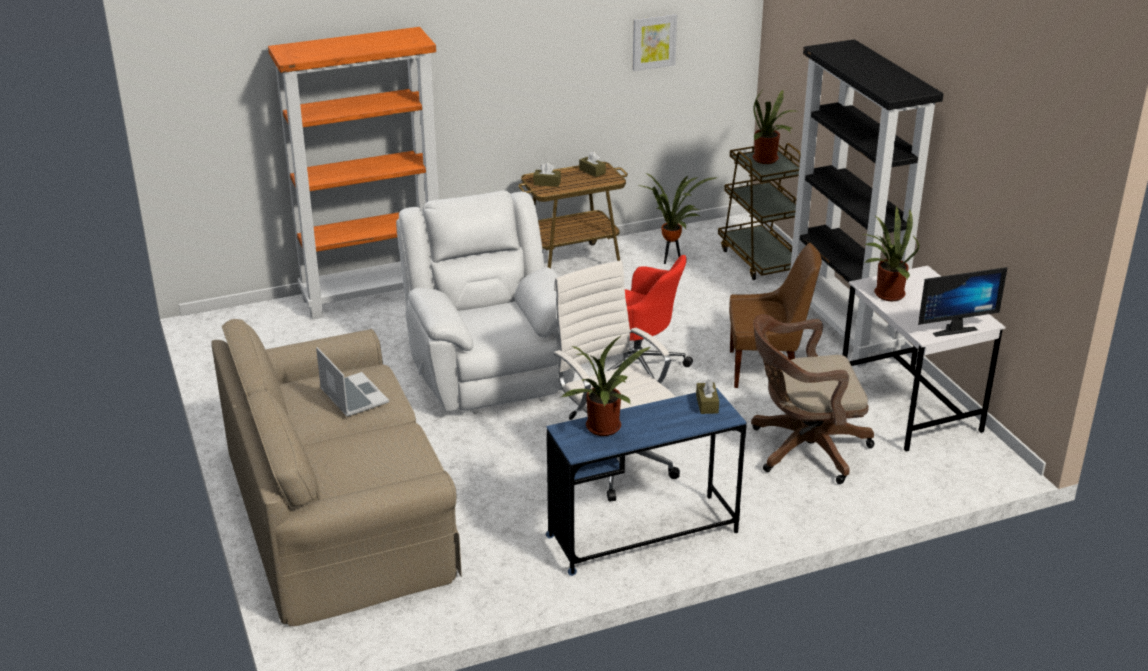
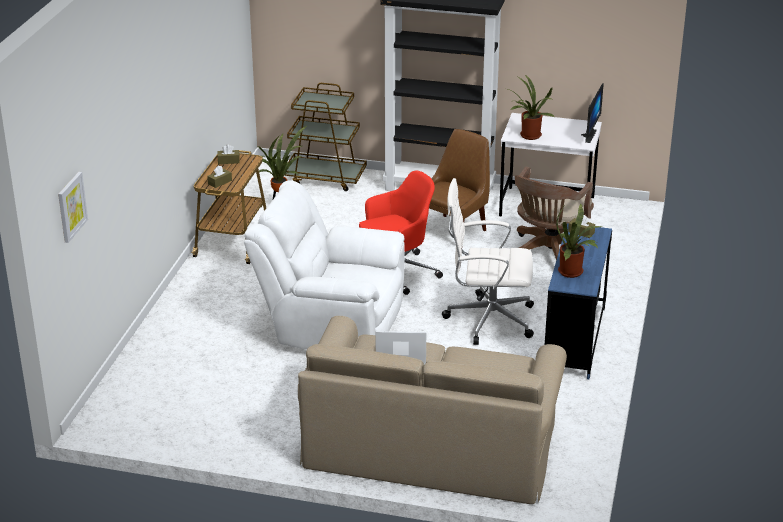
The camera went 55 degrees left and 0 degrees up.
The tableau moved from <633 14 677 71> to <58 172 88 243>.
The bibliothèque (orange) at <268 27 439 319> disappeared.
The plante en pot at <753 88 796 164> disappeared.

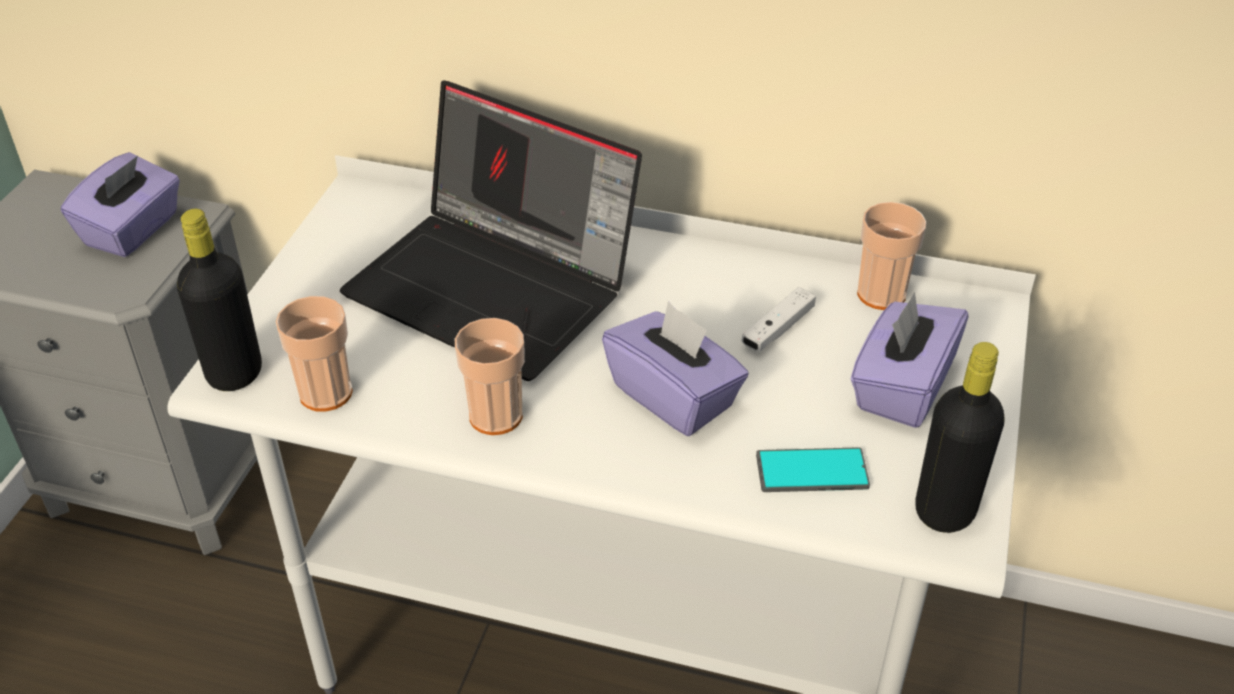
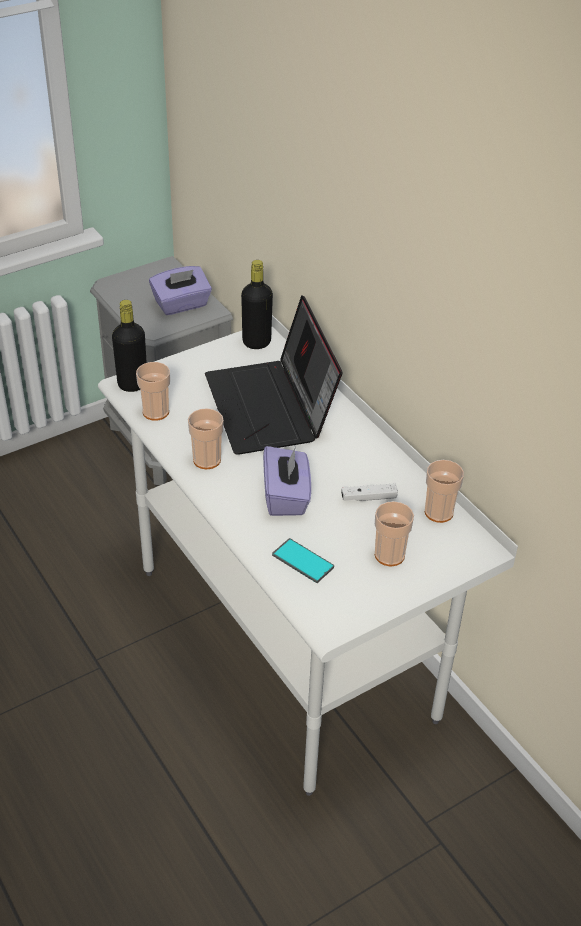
The camera went 40 degrees right and 0 degrees up.
The bouteille (noir) moved from <915 342 1005 533> to <241 260 273 349>.
The boîte à mouchoirs (violet) at <851 292 969 428> was replaced by the tasse at <375 501 414 567>.

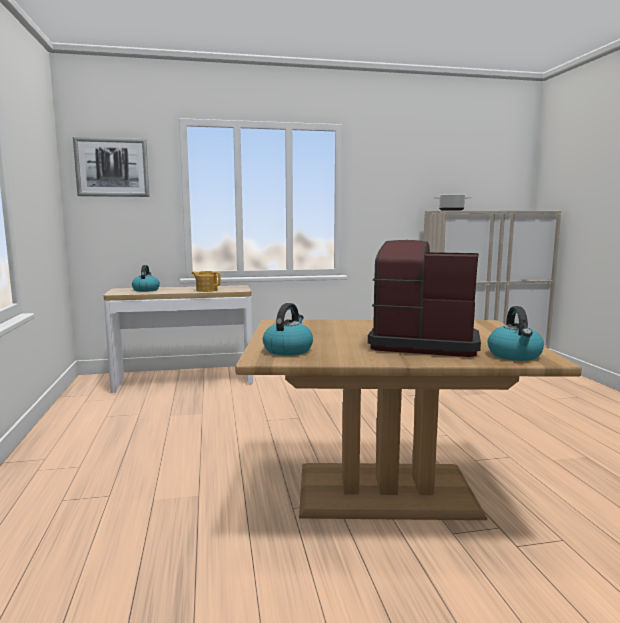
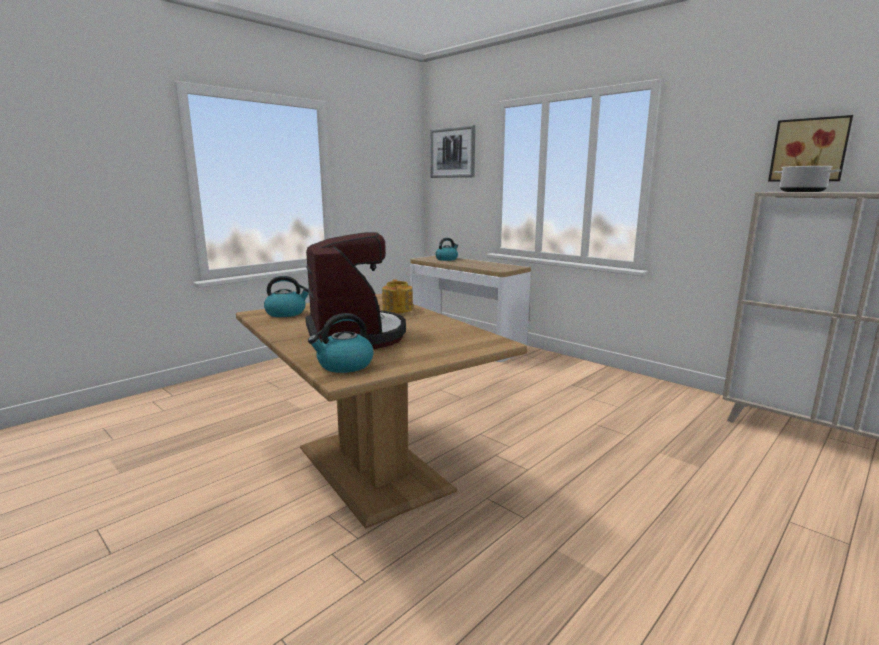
The camera went 55 degrees right and 5 degrees up.
The théière moved from <192 271 221 292> to <382 279 413 313>.
The tableau at <768 115 853 182> appeared.

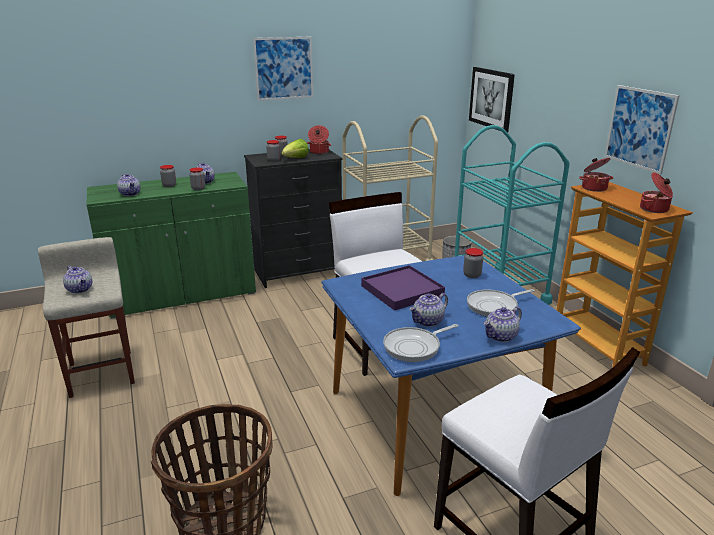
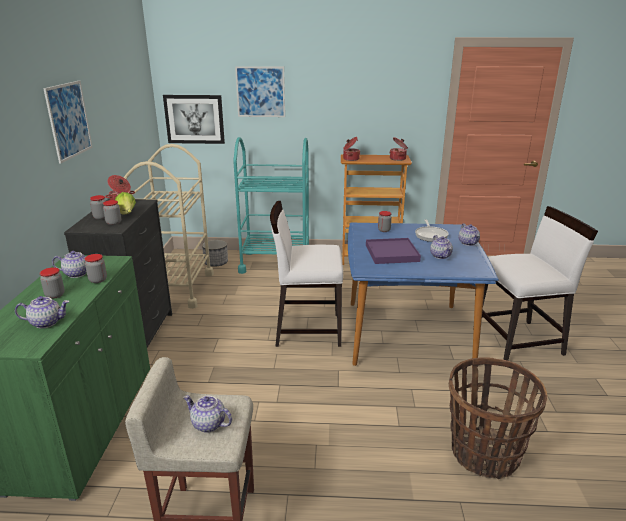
The camera went 65 degrees left and 0 degrees up.
The théière at <63 266 92 294> turned 135 degrees counterclockwise.
The tableau moved from <604 85 680 174> to <235 66 285 117>.
The poêle at <383 324 458 362> disappeared.

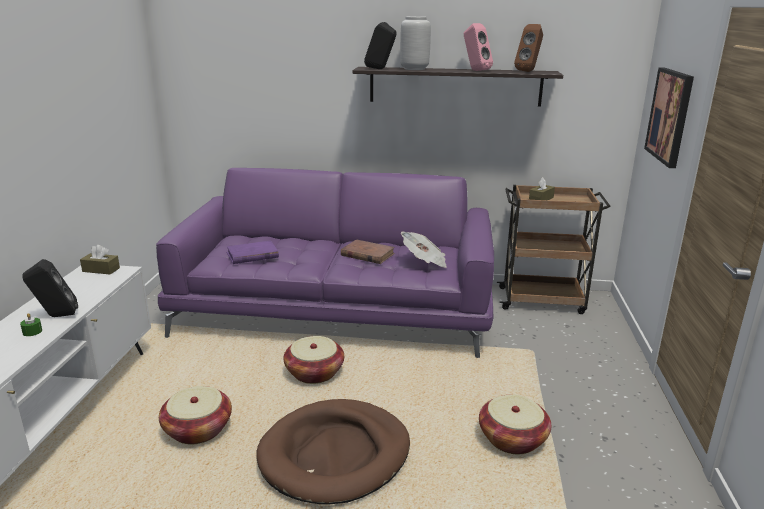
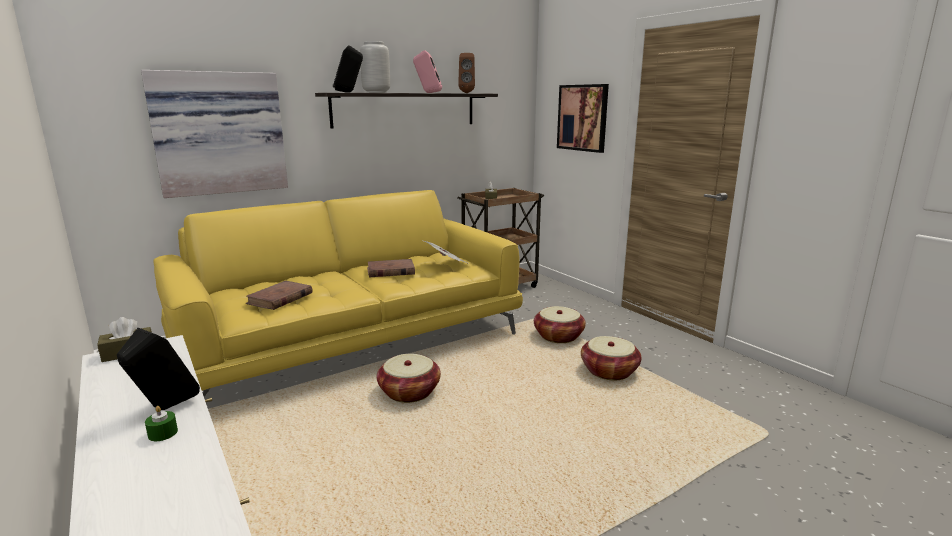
The camera went 40 degrees left and 5 degrees down.
The tableau at <141 70 288 198> appeared.
The canapé (violet) at <156 168 494 358> became the canapé (jaune) at <154 190 523 397>.
The livre (violet) at <226 240 279 264> became the livre (marron) at <246 281 313 310>.
The panier moved from <159 386 232 444> to <534 306 586 343>.
The panier pour chien (marron) at <256 399 410 505> disappeared.

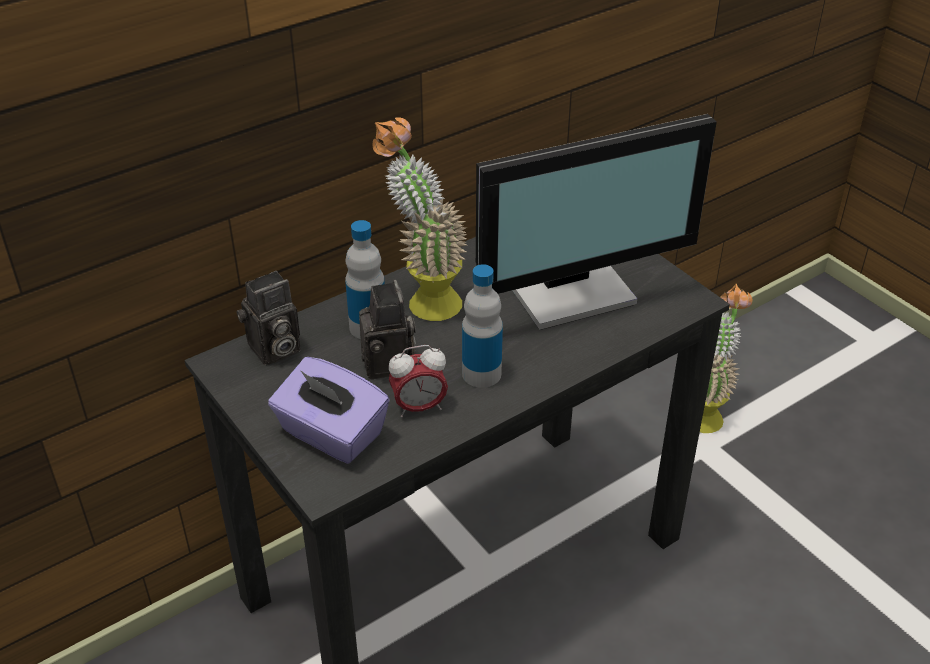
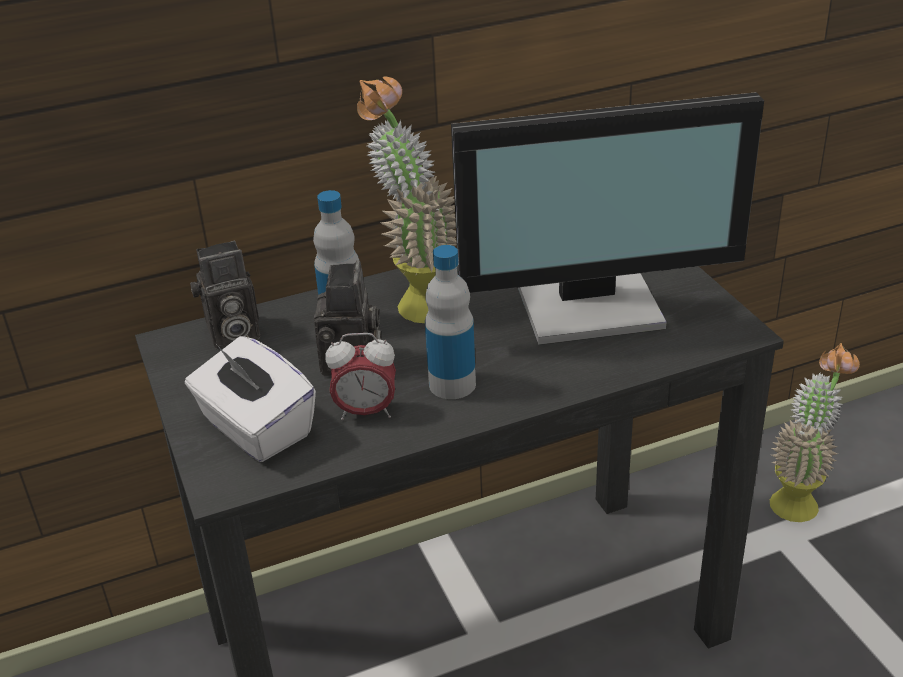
The camera went 15 degrees right and 5 degrees down.
The boîte à mouchoirs (violet) at <268 357 390 464> became the boîte à mouchoirs (blanc) at <185 336 316 462>.

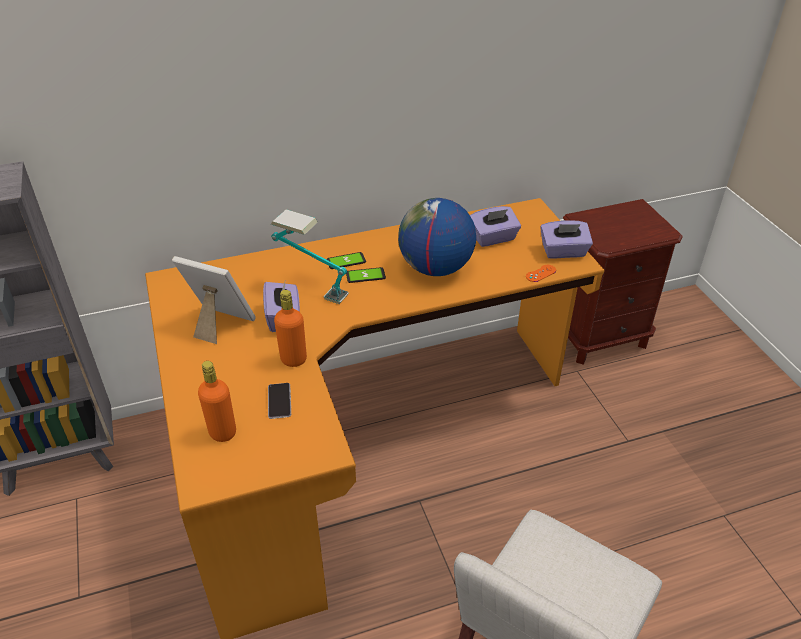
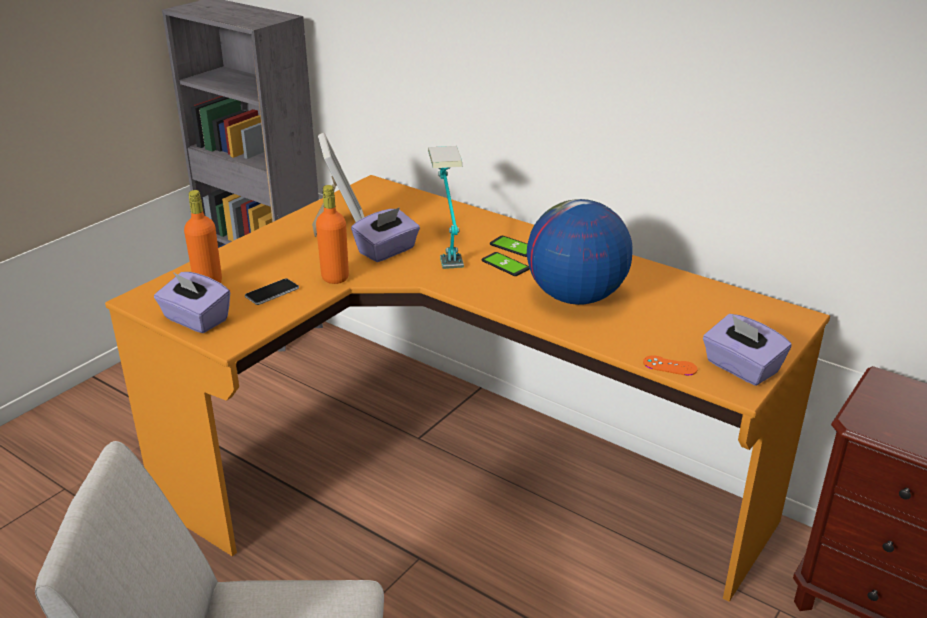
The camera went 55 degrees right and 10 degrees down.
The boîte à mouchoirs (violet) moved from <470 206 521 247> to <154 272 230 333>.

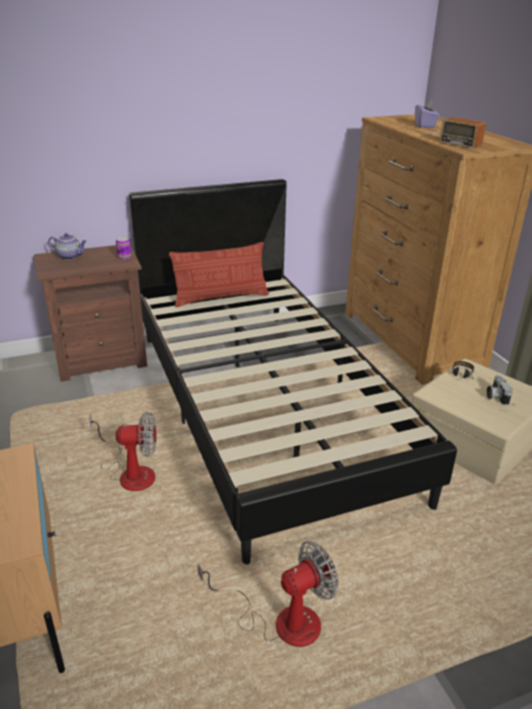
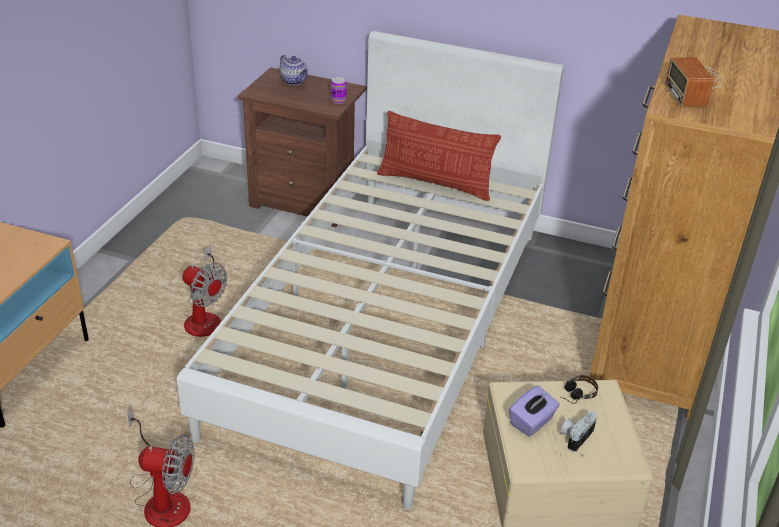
The camera went 40 degrees right and 5 degrees up.
The lit (noir) at <129 179 457 565> became the lit (blanc) at <176 31 564 510>.
The boîte à mouchoirs (violet) moved from <415 100 439 128> to <509 386 560 437>.

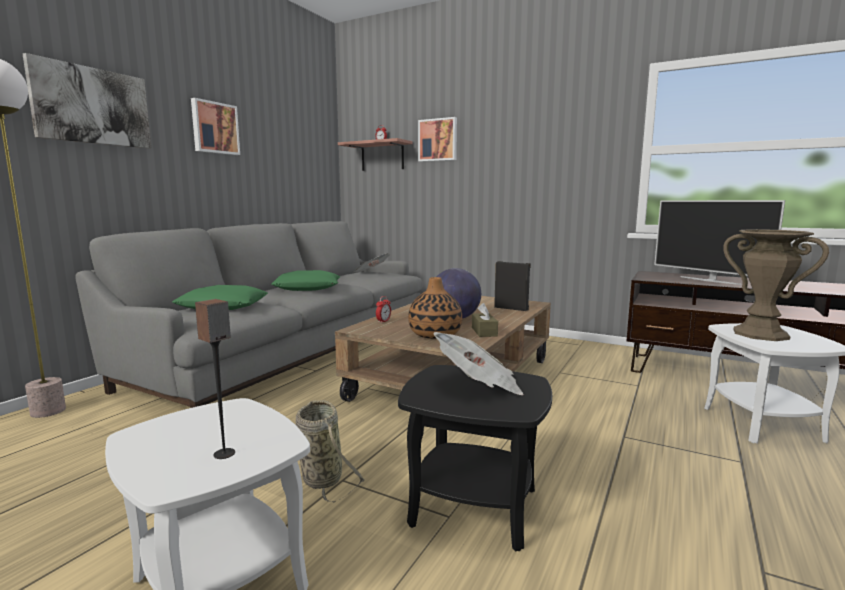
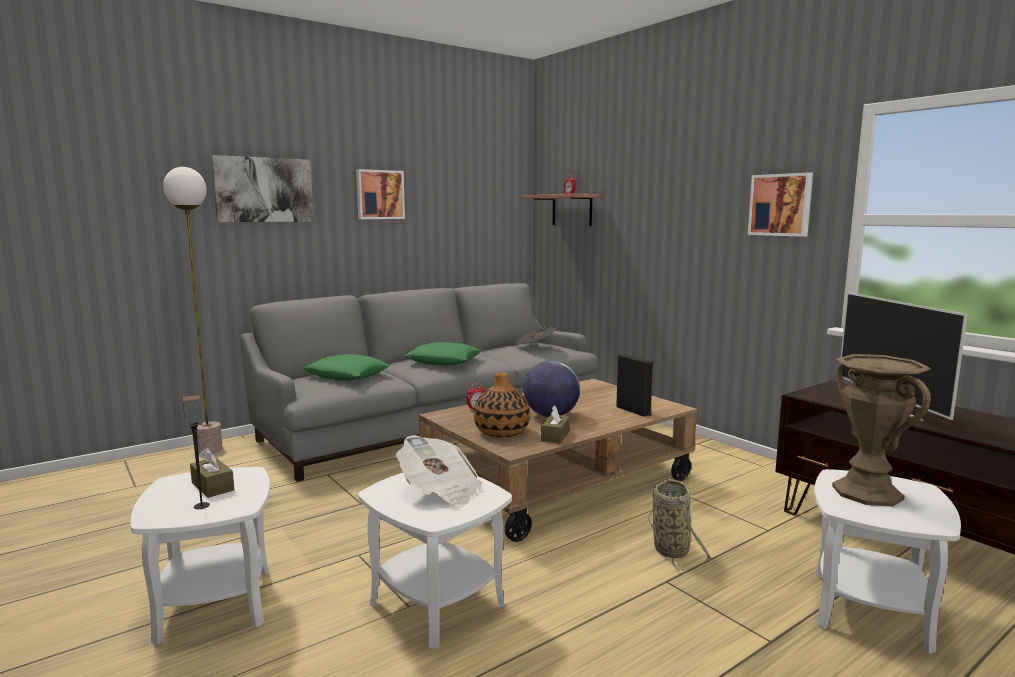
The camera went 25 degrees right and 0 degrees up.
The boîte à mouchoirs (marron) at <190 448 234 498> appeared.
The table d'appoint (noir) at <398 365 552 552> became the table d'appoint (blanc) at <358 472 512 649>.
The panier moved from <295 400 366 503> to <648 479 712 571>.
The tableau moved from <418 117 457 162> to <748 172 813 237>.

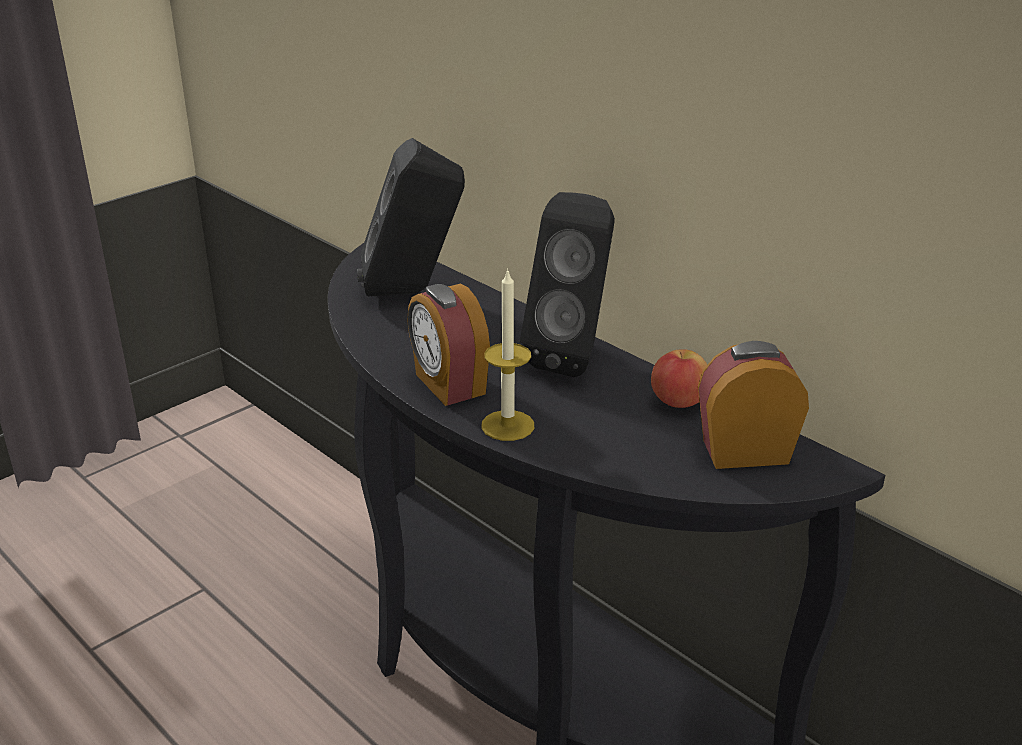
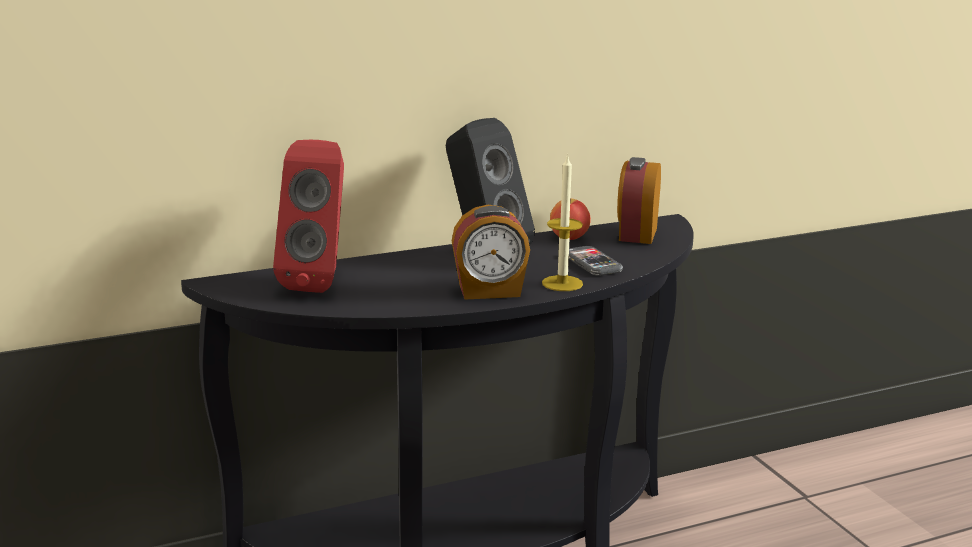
The camera went 70 degrees left and 10 degrees down.
The enceinte (noir) at <357 138 465 297> became the enceinte (rouge) at <273 140 344 293>.
The téléphone at <569 246 623 276> appeared.

